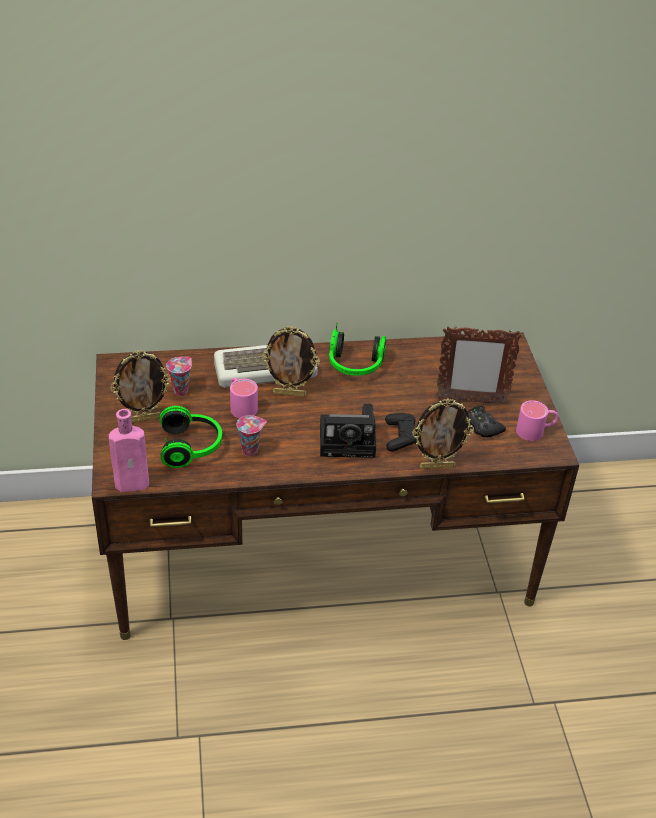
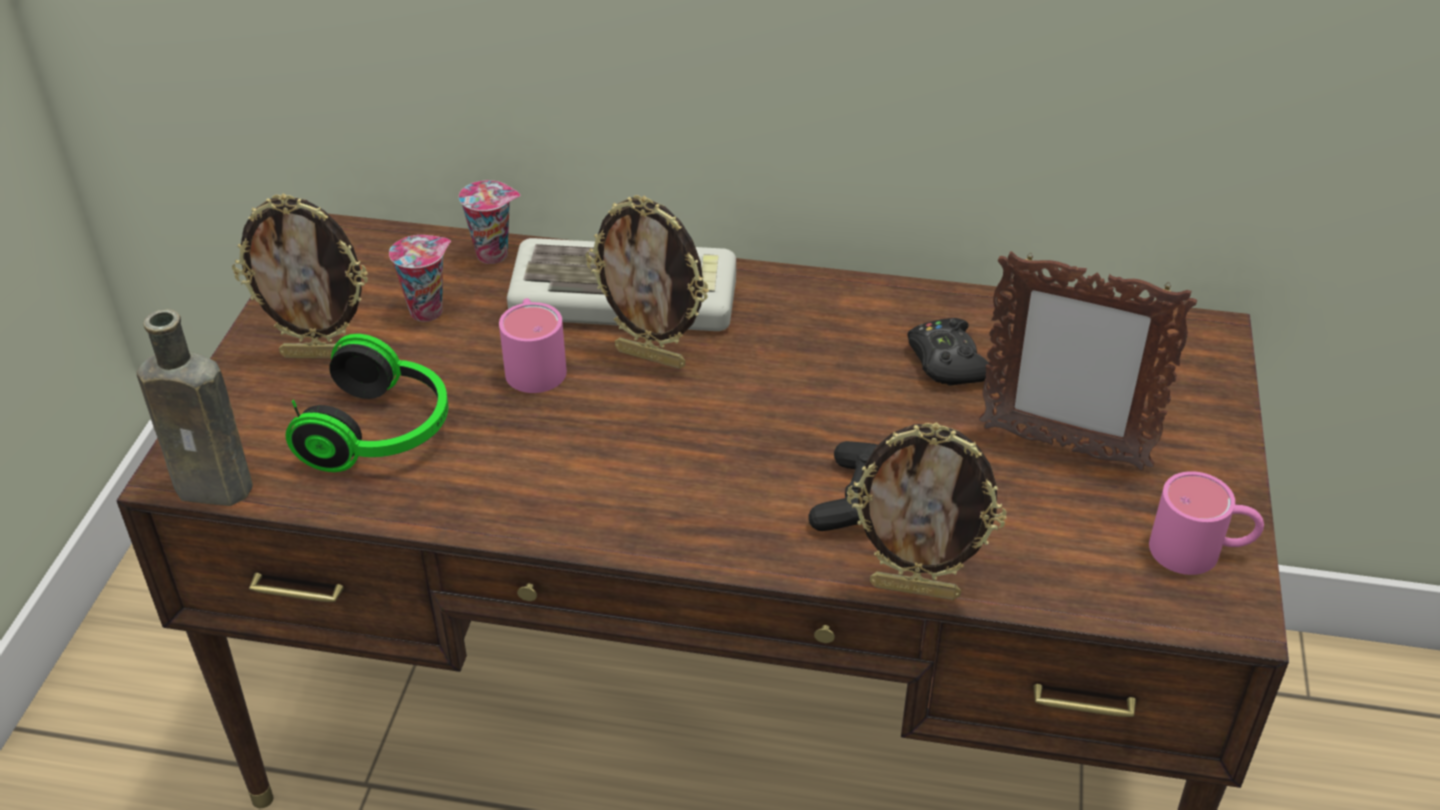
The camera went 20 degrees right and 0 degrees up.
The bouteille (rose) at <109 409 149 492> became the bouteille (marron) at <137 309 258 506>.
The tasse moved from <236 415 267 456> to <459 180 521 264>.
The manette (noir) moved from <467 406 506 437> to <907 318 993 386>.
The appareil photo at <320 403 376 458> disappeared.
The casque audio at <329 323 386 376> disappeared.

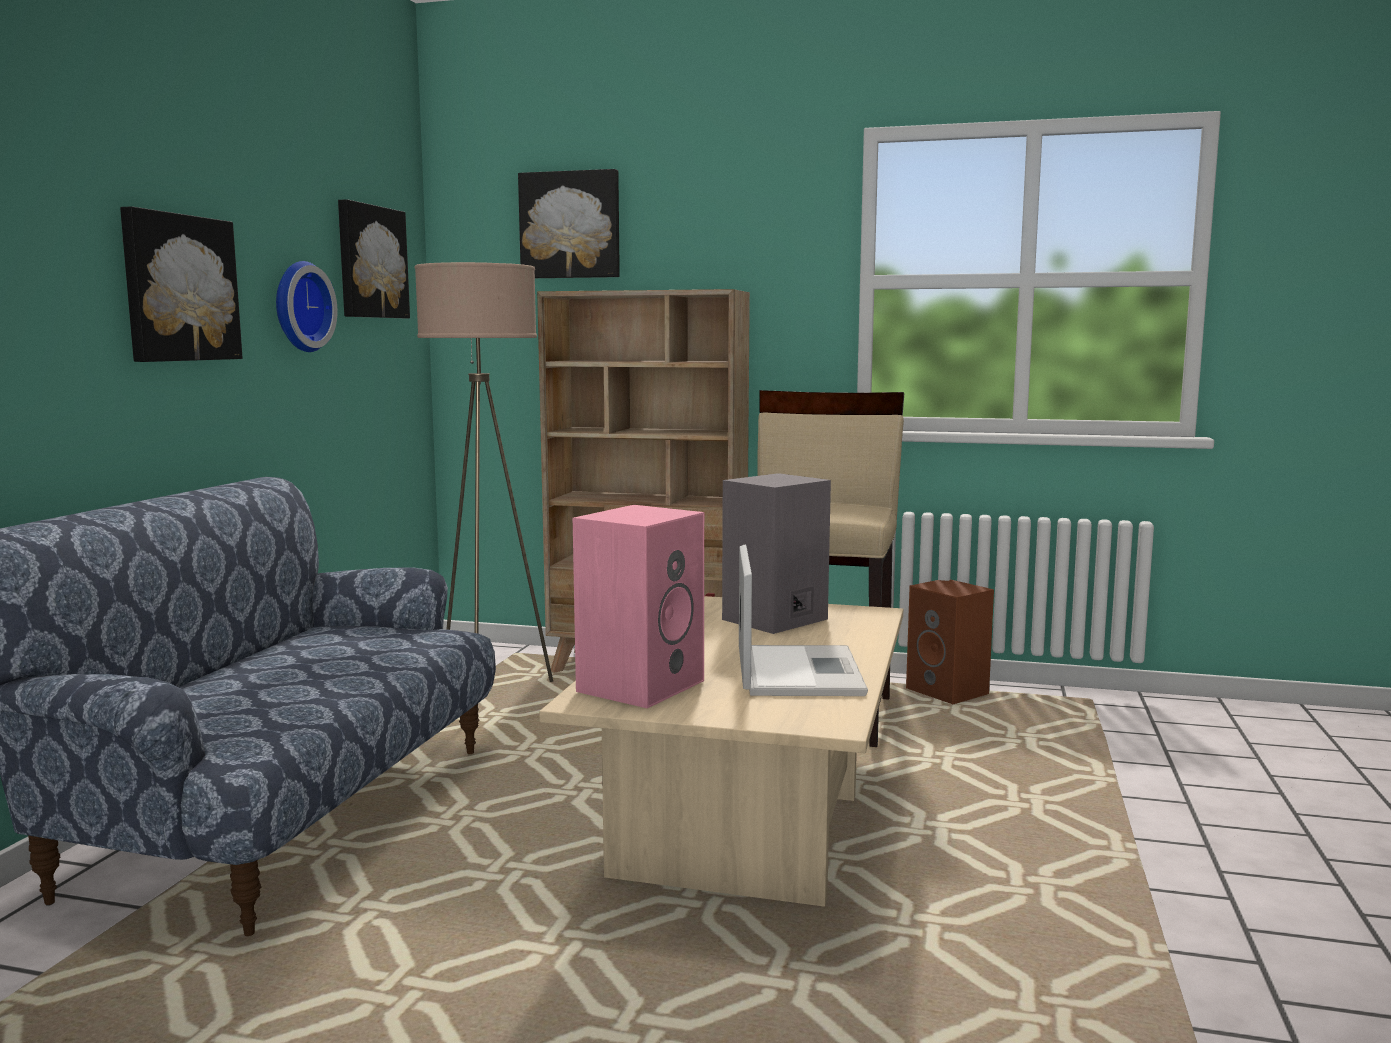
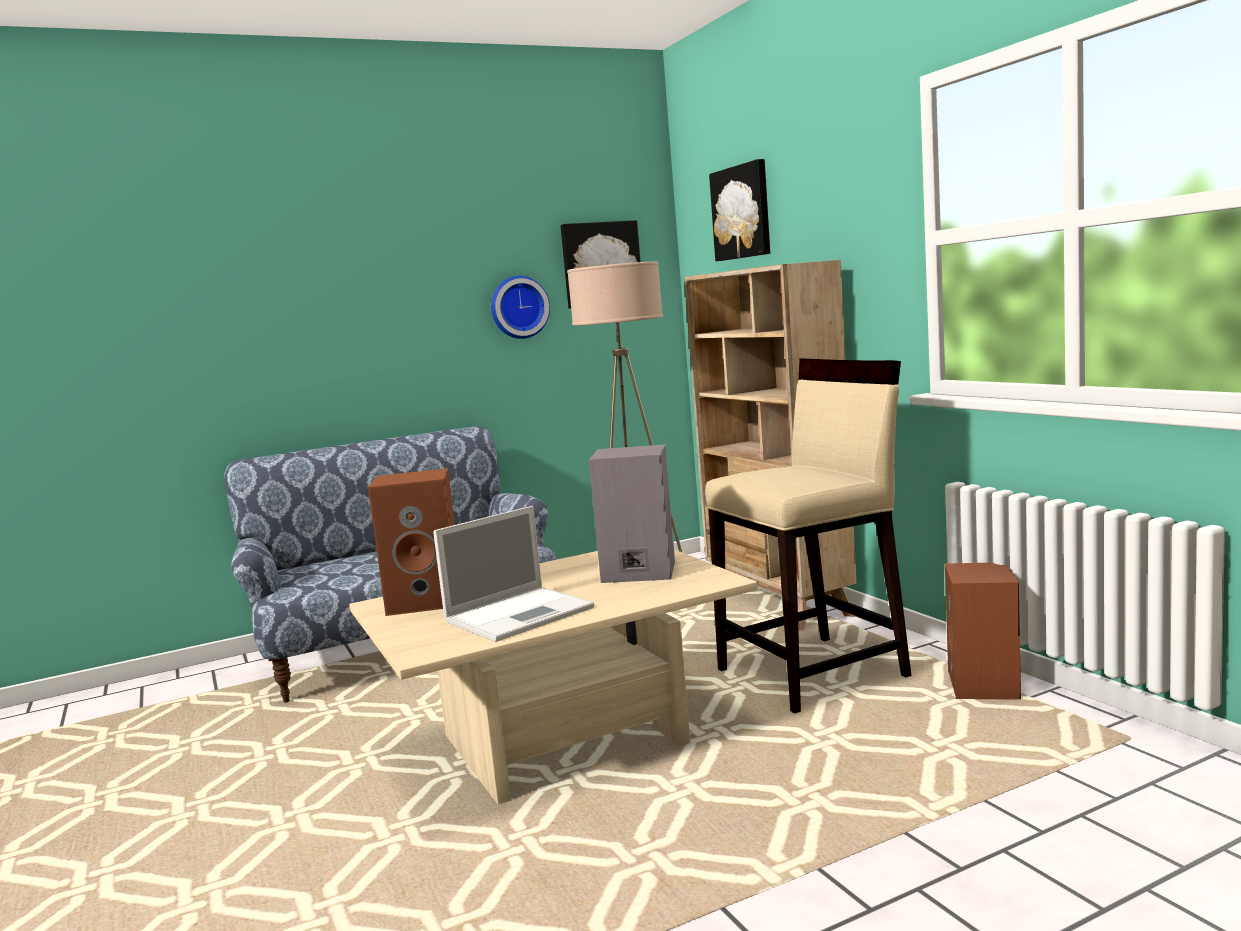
The camera went 50 degrees right and 0 degrees up.
The enceinte (rose) at <573 505 704 708> became the enceinte (marron) at <368 468 455 616>.
The tableau at <120 206 242 362> disappeared.

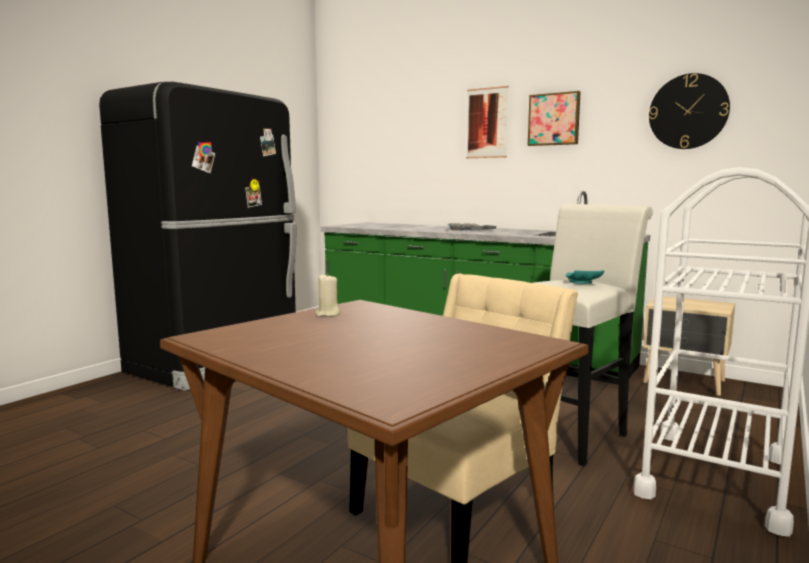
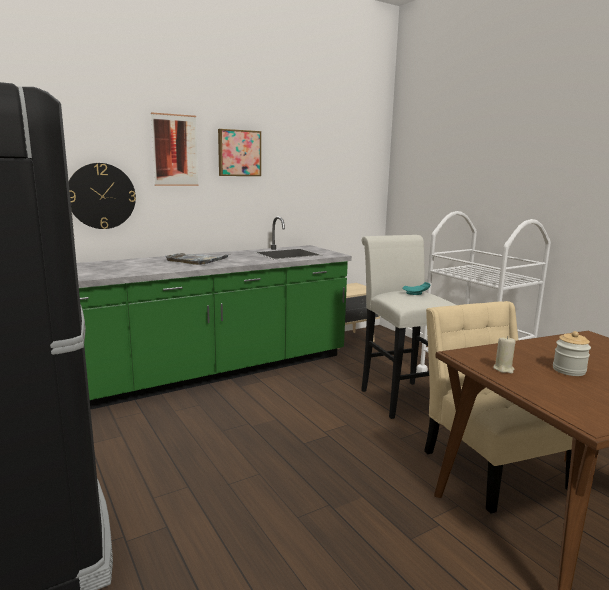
The camera went 65 degrees left and 5 degrees up.
The horloge murale moved from <649 73 730 149> to <69 163 136 229>.
The bocal at <553 331 591 376> appeared.

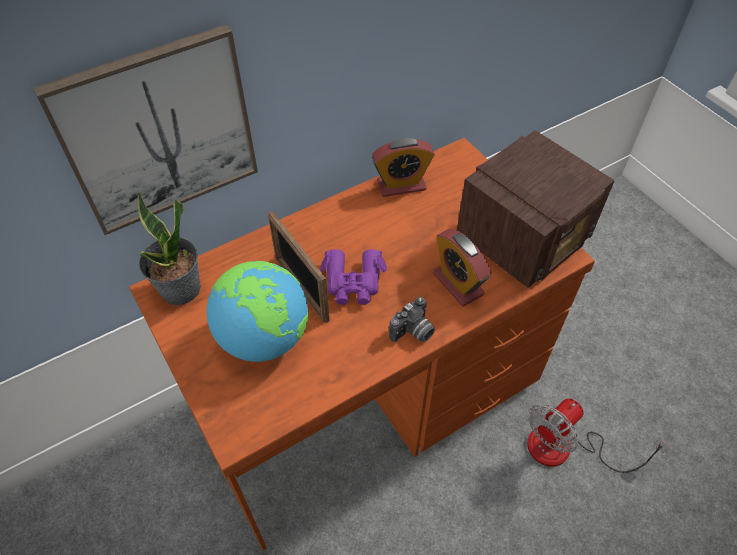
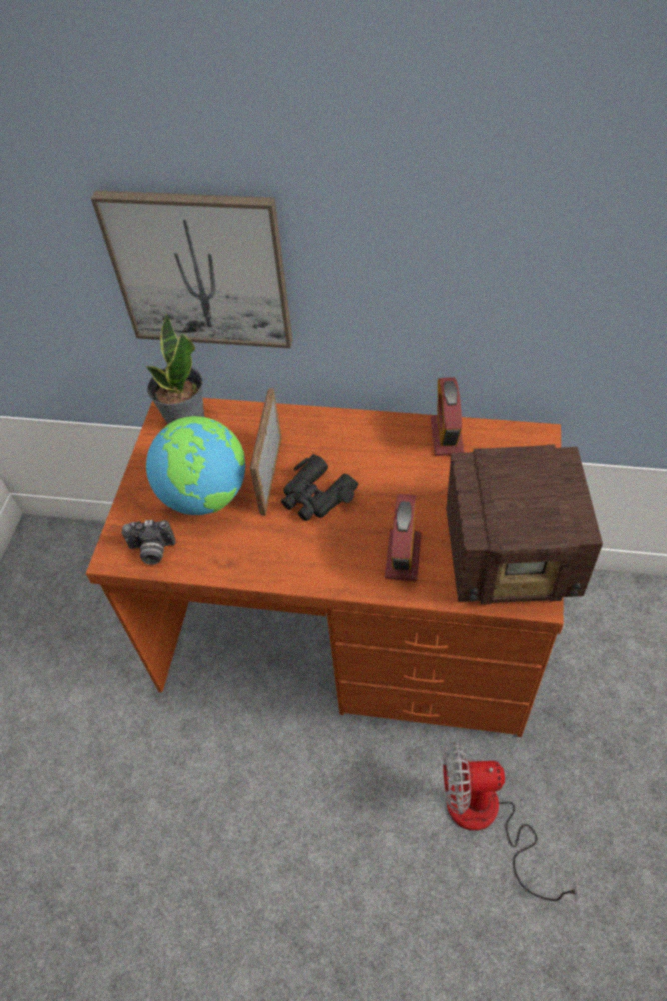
The camera went 45 degrees right and 0 degrees up.
The appareil photo moved from <389 297 435 342> to <122 520 175 565>.
The jumelles (violet) at <320 249 387 305> became the jumelles (noir) at <281 454 358 521>.
The réveil at <372 138 434 197> turned 60 degrees clockwise.

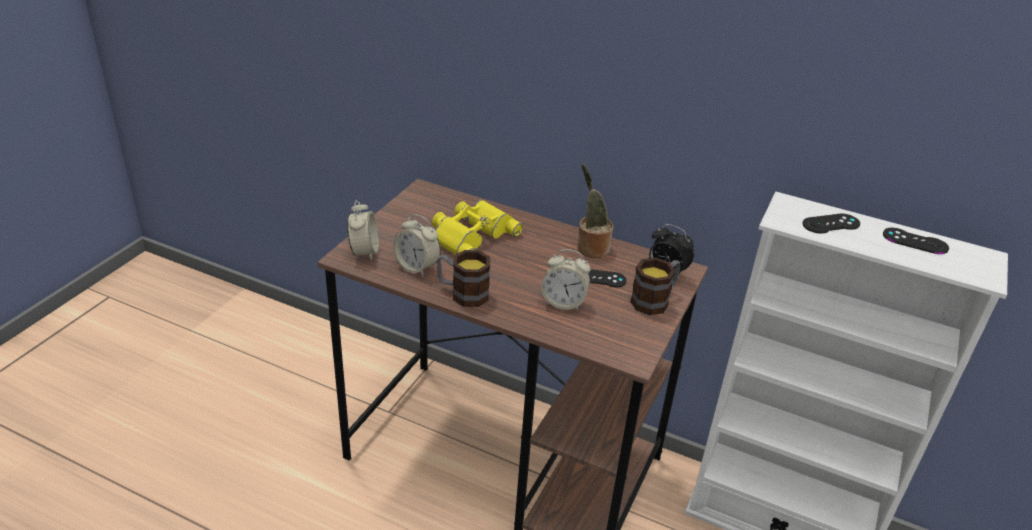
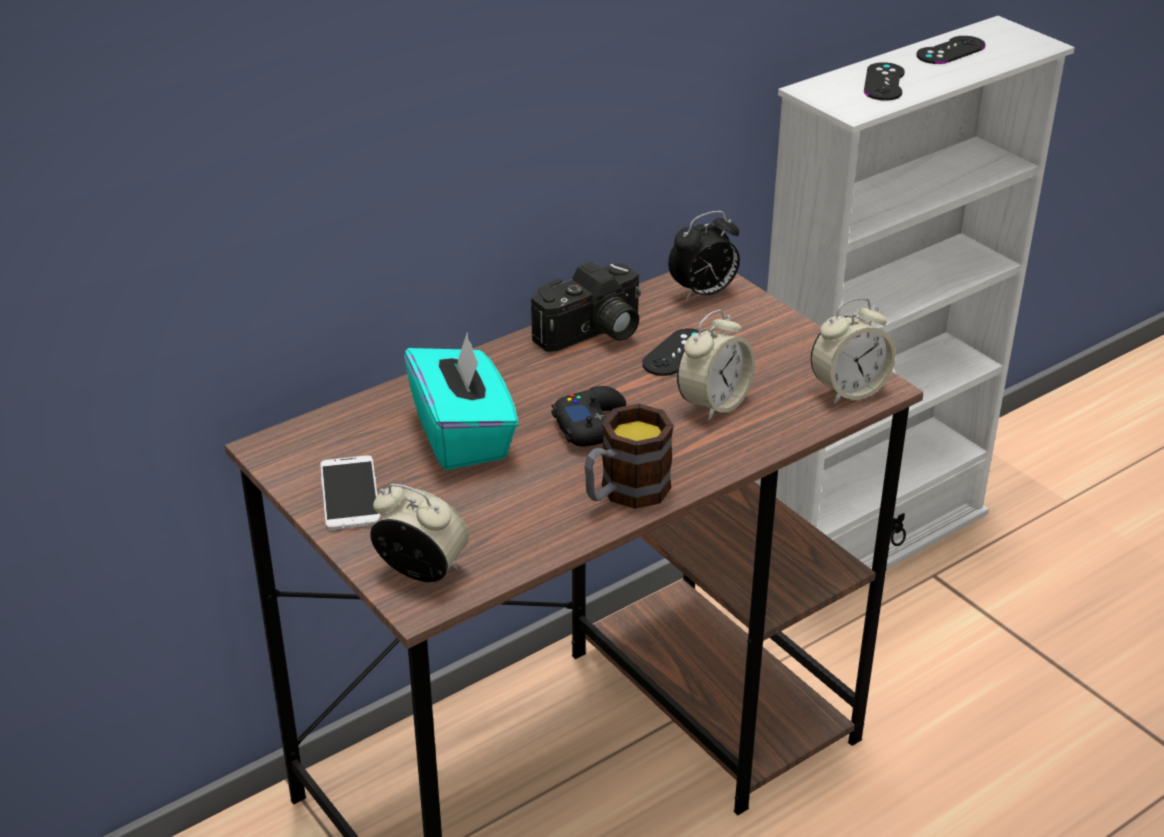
The camera went 60 degrees left and 0 degrees up.
The téléphone at <320 455 380 530> appeared.
The jumelles (jaune) at <432 200 523 255> was replaced by the boîte à mouchoirs (turquoise) at <404 332 518 470>.
The plante en pot at <577 164 613 258> was replaced by the appareil photo at <531 262 641 352>.
The manette (noir) at <552 386 626 447> appeared.
The réveil moved from <393 214 441 277> to <811 298 896 404>.
The mug at <630 258 681 315> disappeared.

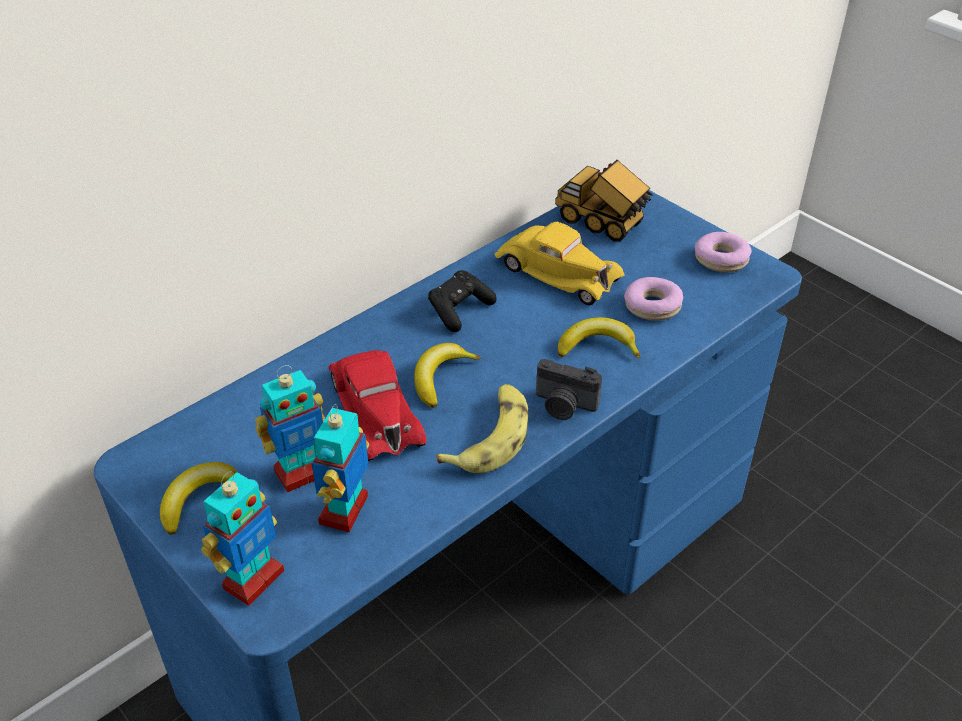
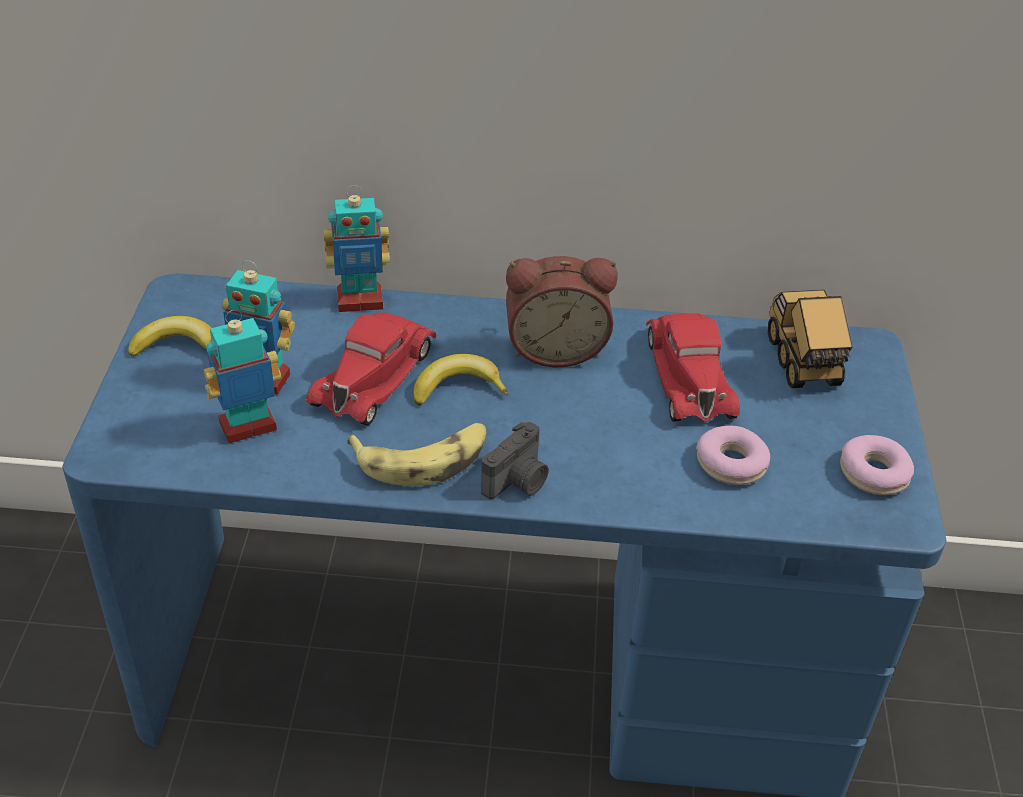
The camera went 45 degrees right and 0 degrees up.
The robot jouet moved from <201 472 284 606> to <323 185 390 312>.
The appareil photo at <536 359 602 420> turned 120 degrees counterclockwise.
The manette (noir) at <428 270 497 332> was replaced by the réveil at <506 256 618 367>.
The petite voiture (jaune) at <495 222 625 305> became the petite voiture (rouge) at <646 314 740 422>.
The banane at <558 317 640 358> disappeared.

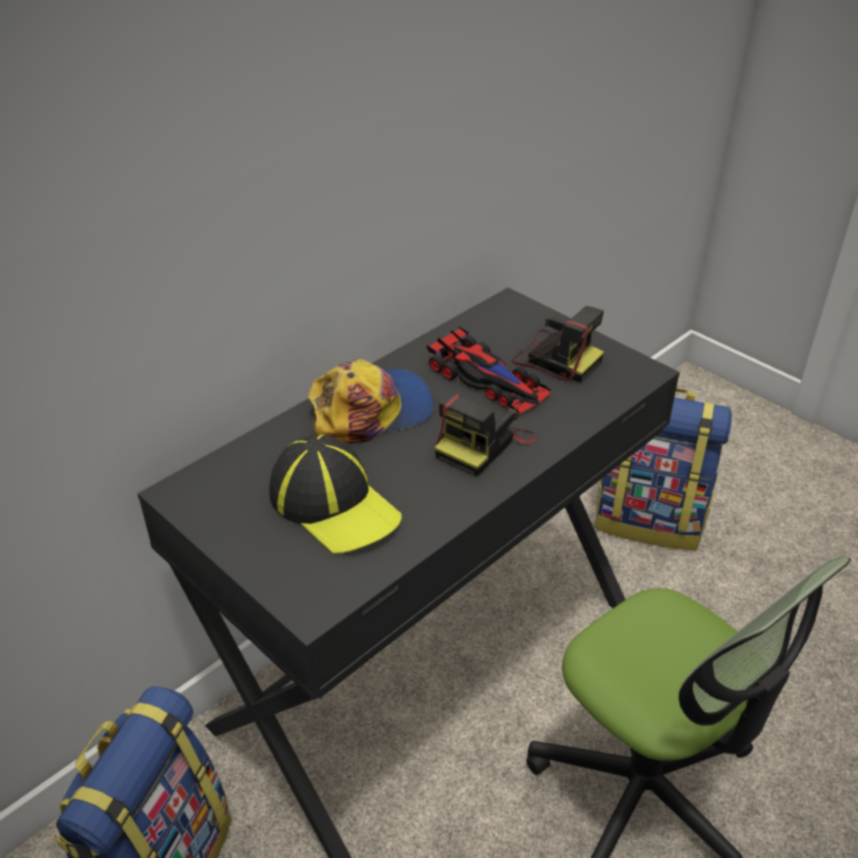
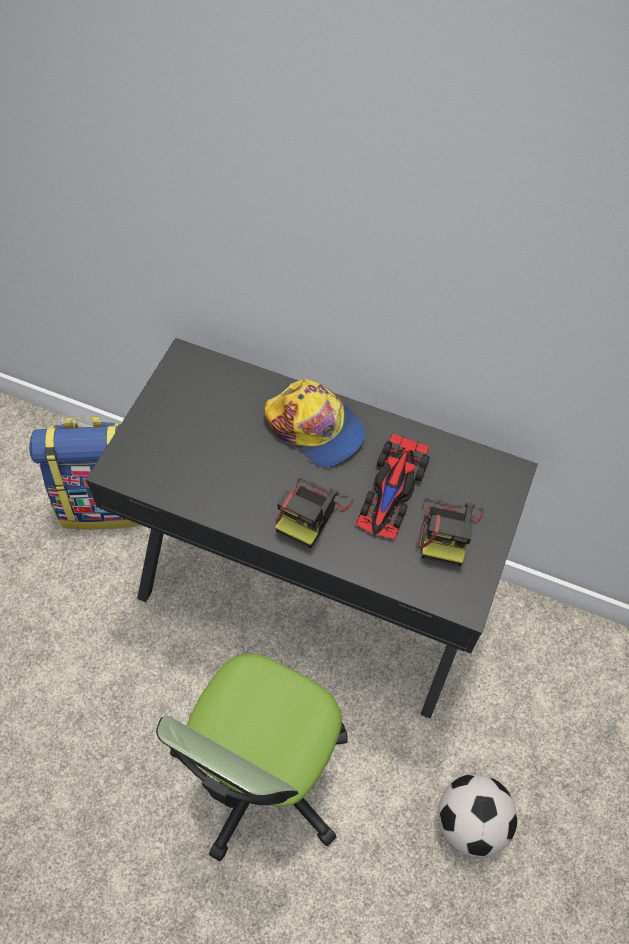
The camera went 65 degrees right and 20 degrees up.
The appareil photo at <435 393 536 476> turned 75 degrees counterclockwise.
The ballon de foot at <438 774 517 857> appeared.
The casquette at <269 434 402 554> disappeared.
The sac à dos at <595 388 732 551> disappeared.

